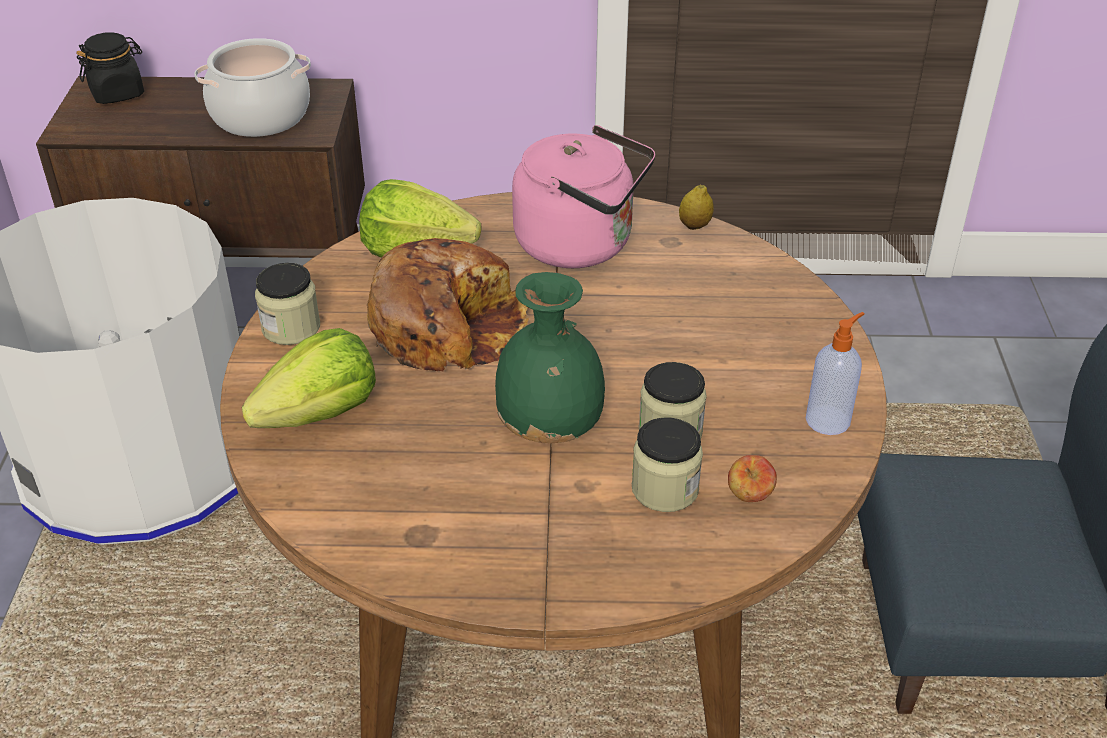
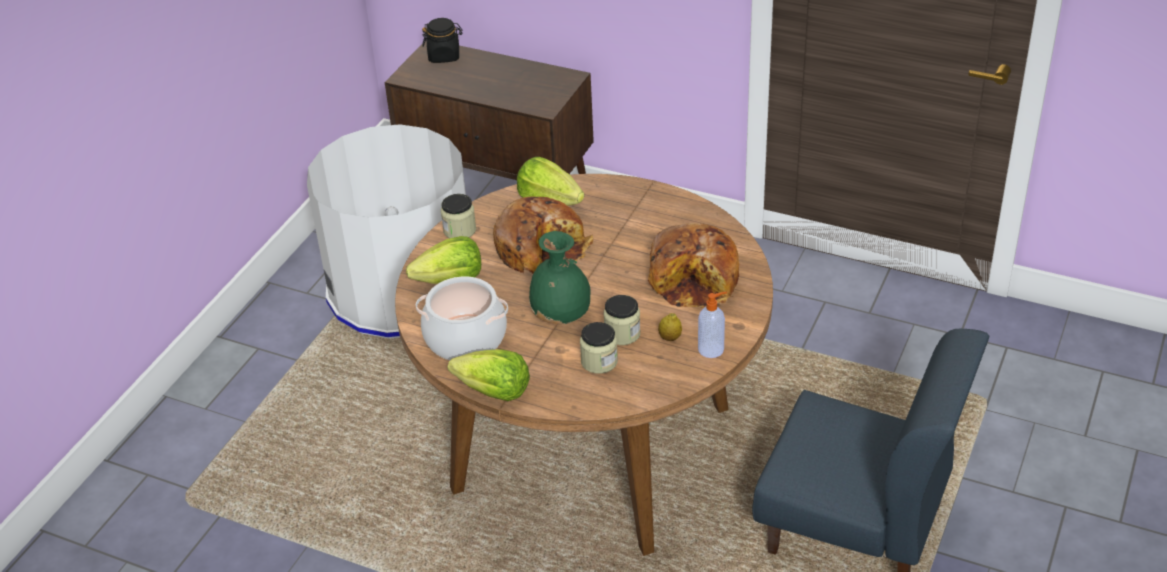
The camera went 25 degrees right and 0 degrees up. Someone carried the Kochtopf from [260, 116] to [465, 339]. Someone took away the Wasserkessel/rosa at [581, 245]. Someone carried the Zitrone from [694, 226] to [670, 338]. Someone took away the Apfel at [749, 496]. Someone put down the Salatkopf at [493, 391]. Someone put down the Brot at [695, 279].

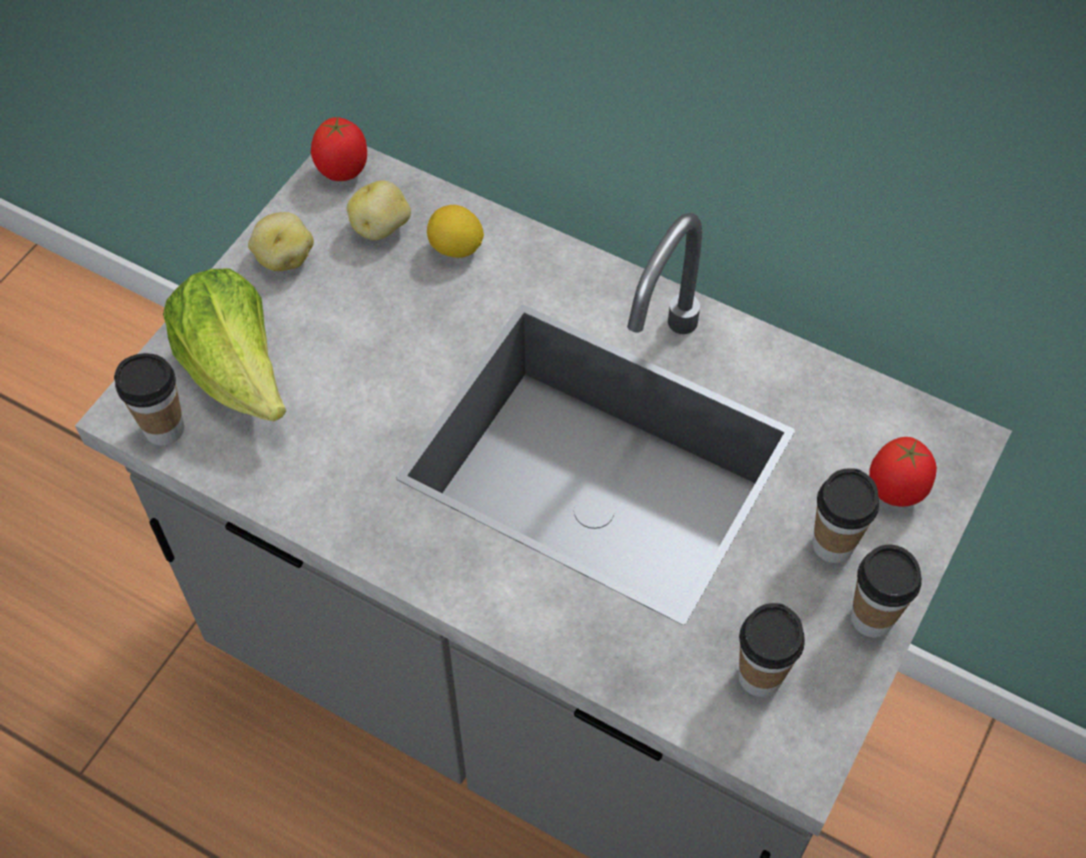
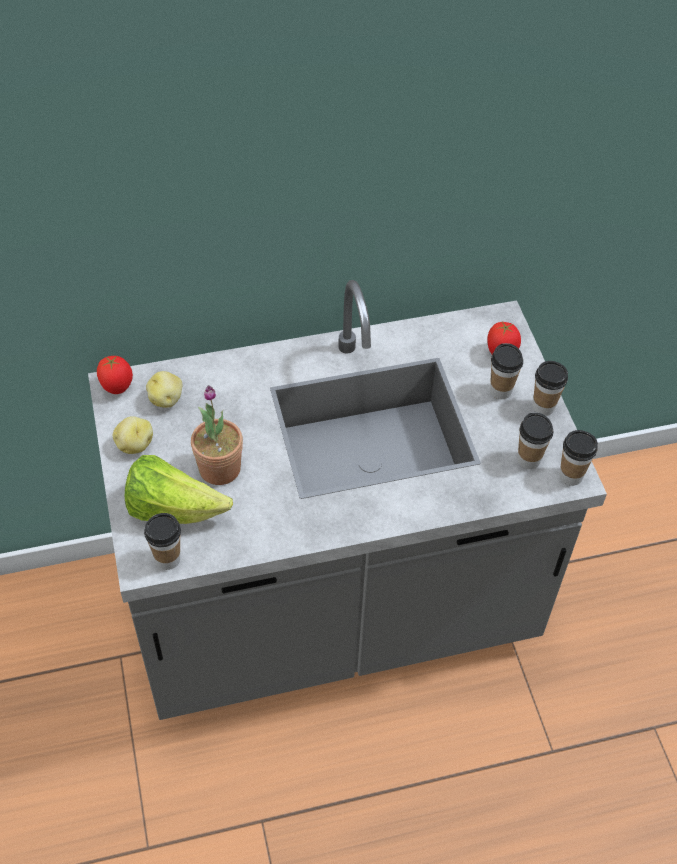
The camera went 45 degrees left and 5 degrees down. Someone took away the Zitrone at [456, 248]. Someone put down the Topfpflanze at [219, 468]. Someone put down the Tasse at [570, 476].

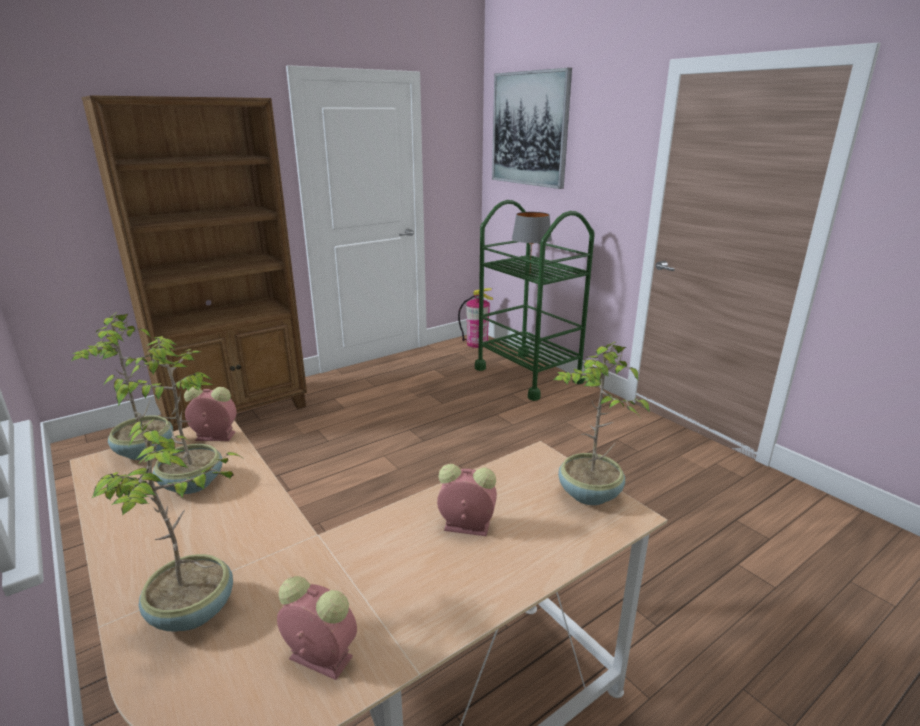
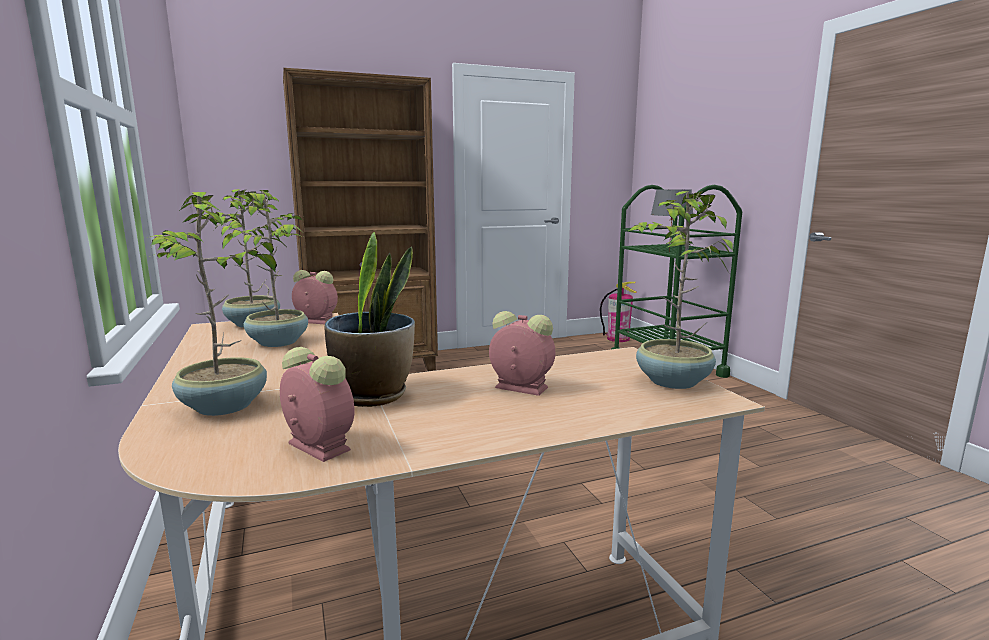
The camera went 15 degrees right and 10 degrees down. Someone took away the Bild at [529, 129]. Someone put down the Topfpflanze at [373, 395].

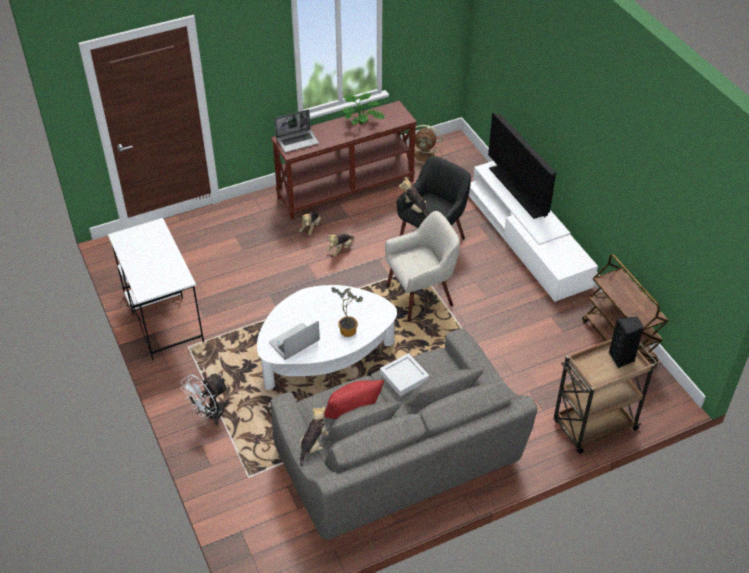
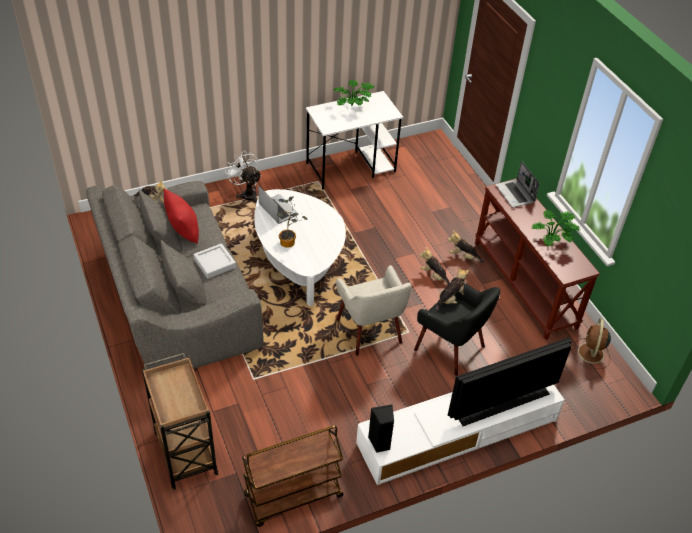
The camera went 90 degrees right and 0 degrees up. Someone carried the Lautsprecher/schwarz from [622, 358] to [380, 442]. Someone put down the Topfpflanze at [353, 107].

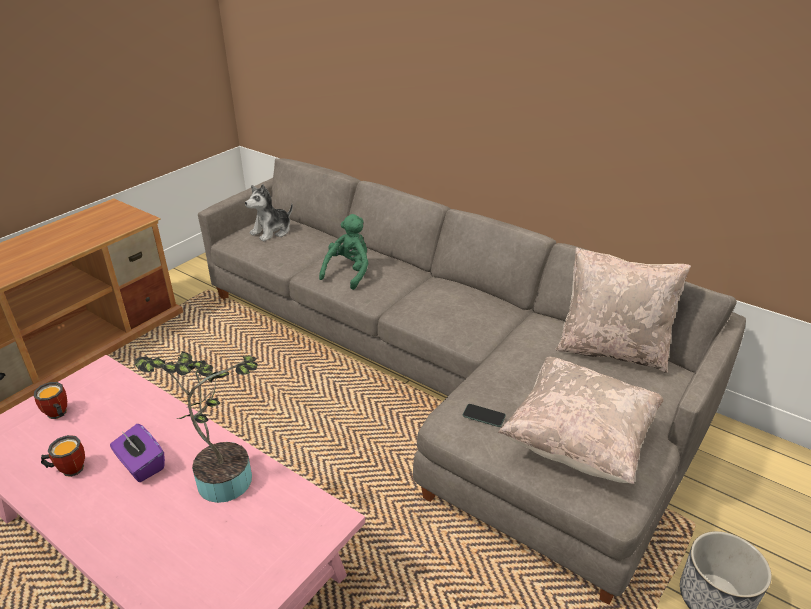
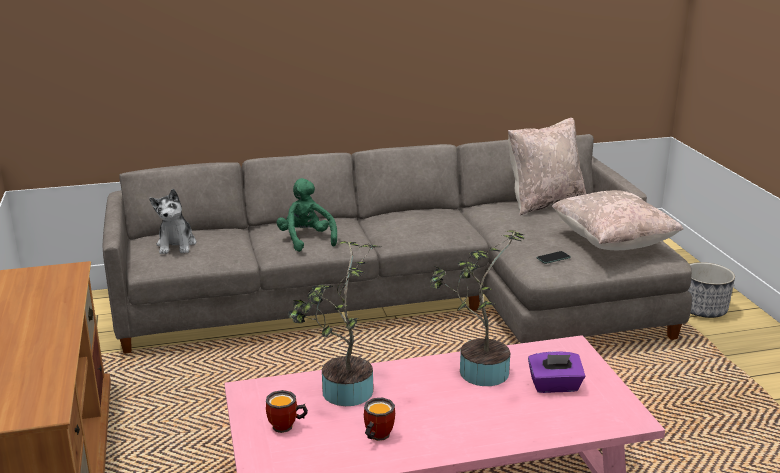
The camera went 50 degrees left and 10 degrees down. Someone carried the Taschentuchbox/lila from [141, 465] to [555, 386]. Someone put down the Topfpflanze at [342, 393].

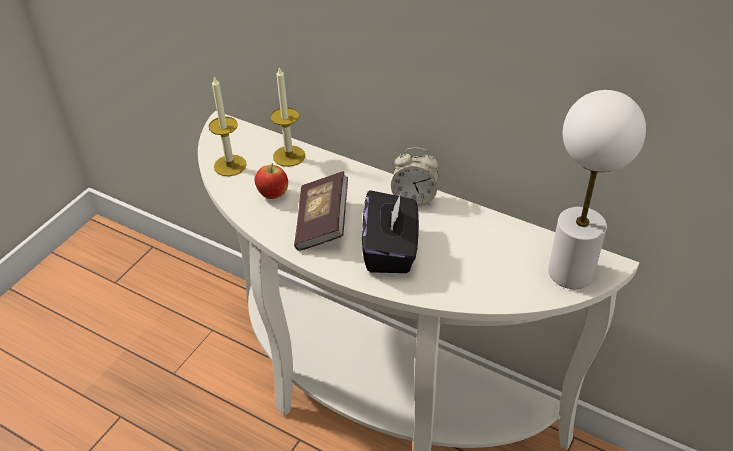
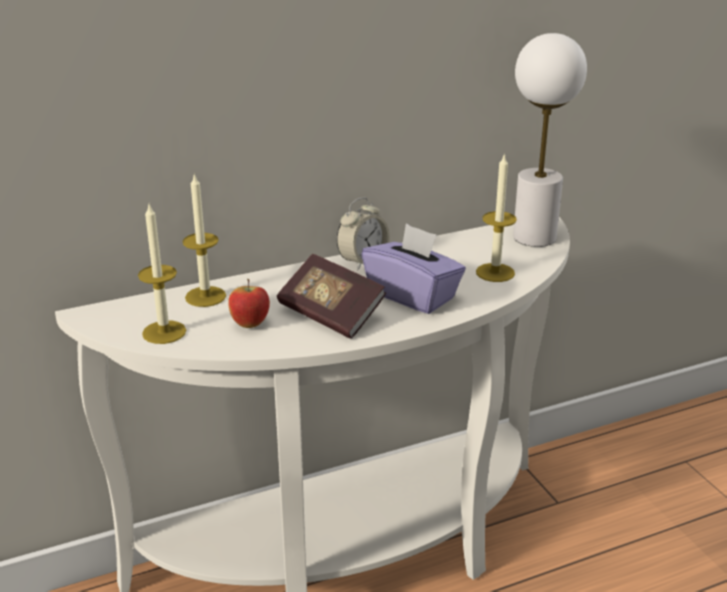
The camera went 55 degrees left and 15 degrees down. Someone repainted the Taschentuchbox/schwarz at [390, 250], which became the Taschentuchbox/lila at [413, 295]. Someone put down the Kerze at [495, 272].

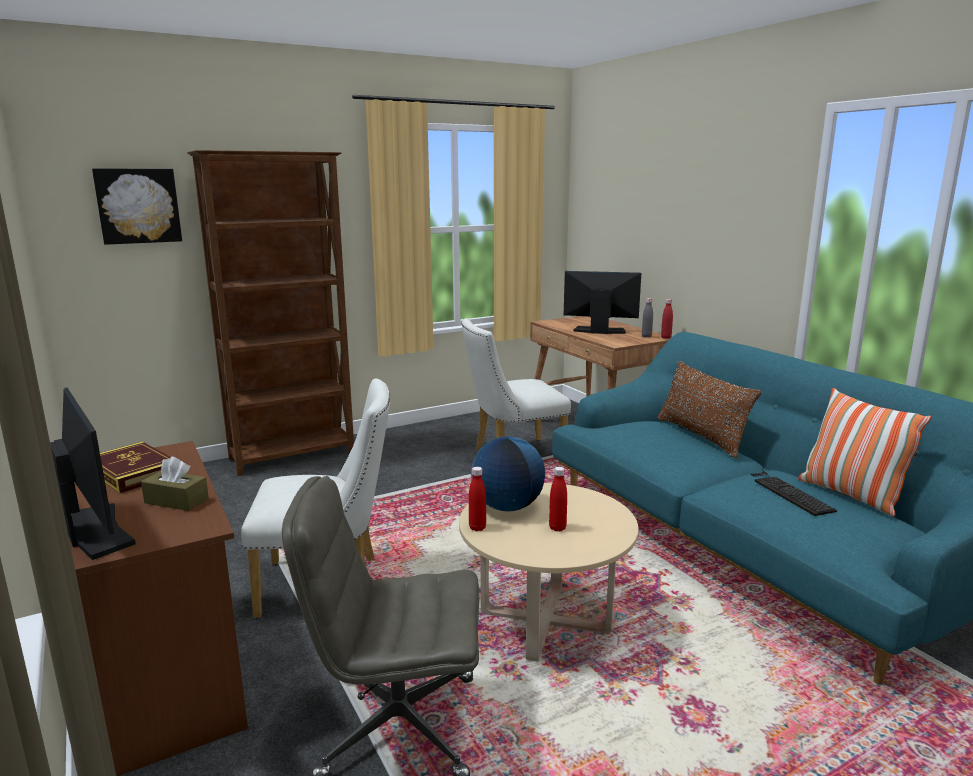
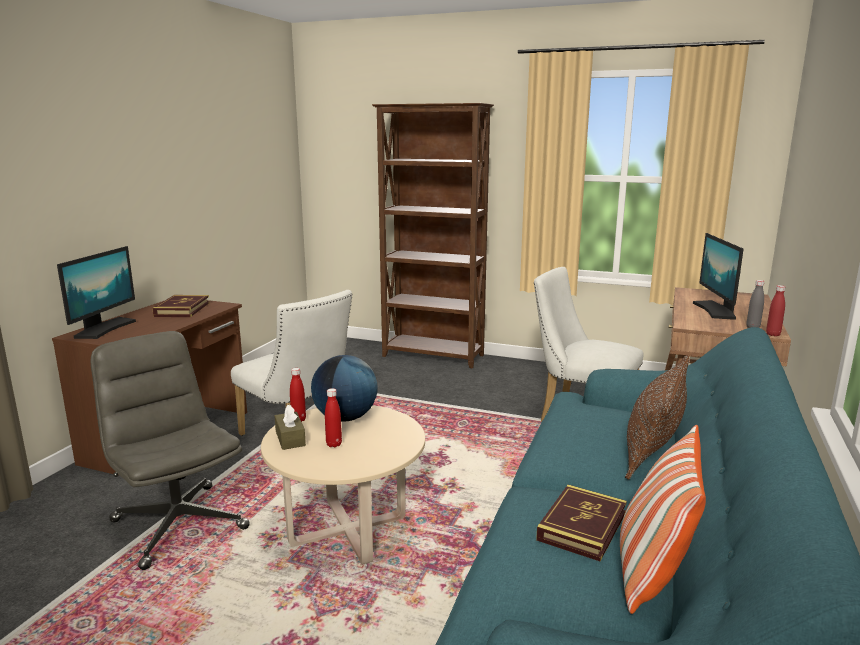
The camera went 50 degrees right and 0 degrees up. Someone took away the Bild at [138, 206]. Someone carried the Taschentuchbox/braun from [176, 501] to [290, 438]. Someone rotated the Monitor at [599, 331] by 150 degrees counterclockwise. Someone swapped the Tastatur at [787, 491] for the Buch at [582, 526].

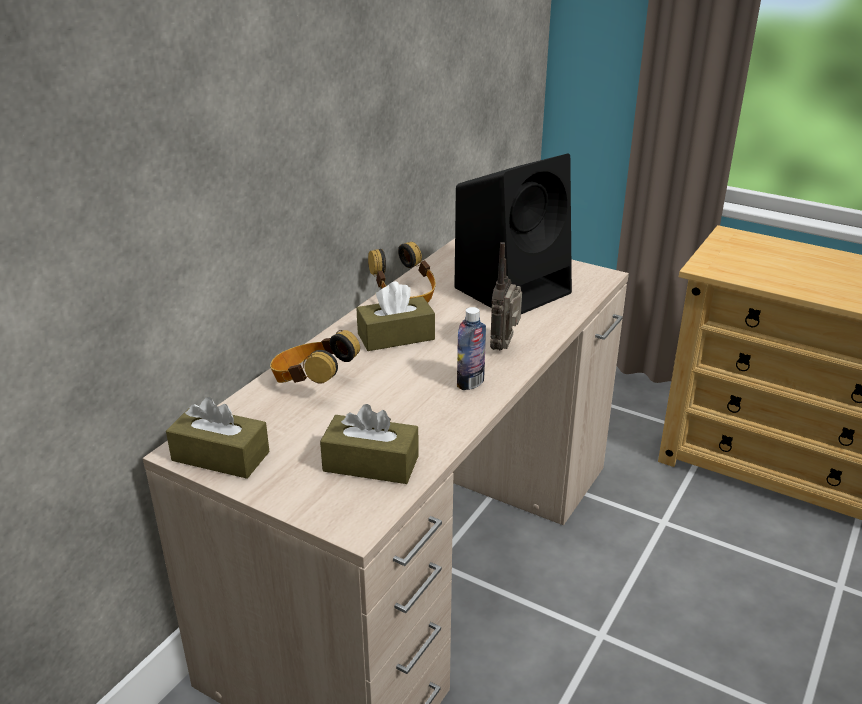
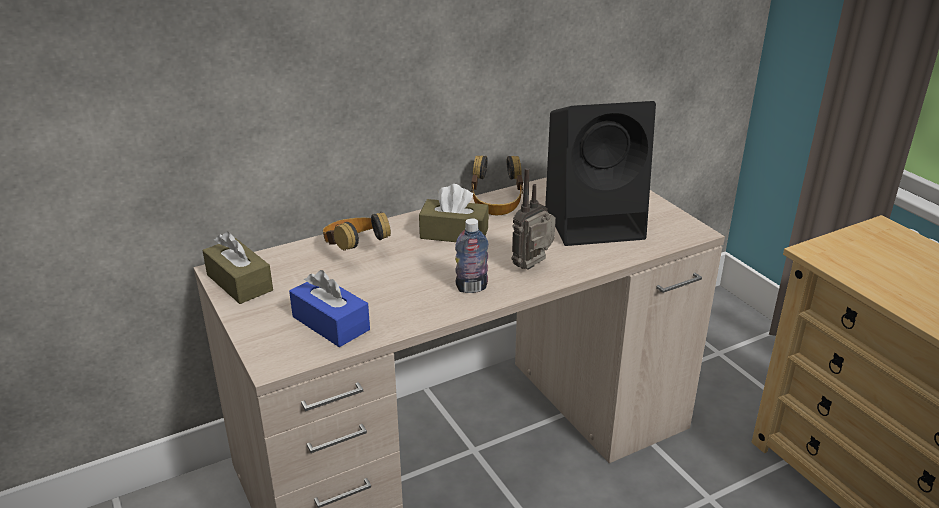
The camera went 30 degrees right and 0 degrees up. Someone repainted the Taschentuchbox/braun at [371, 464], which became the Taschentuchbox/blau at [331, 323].

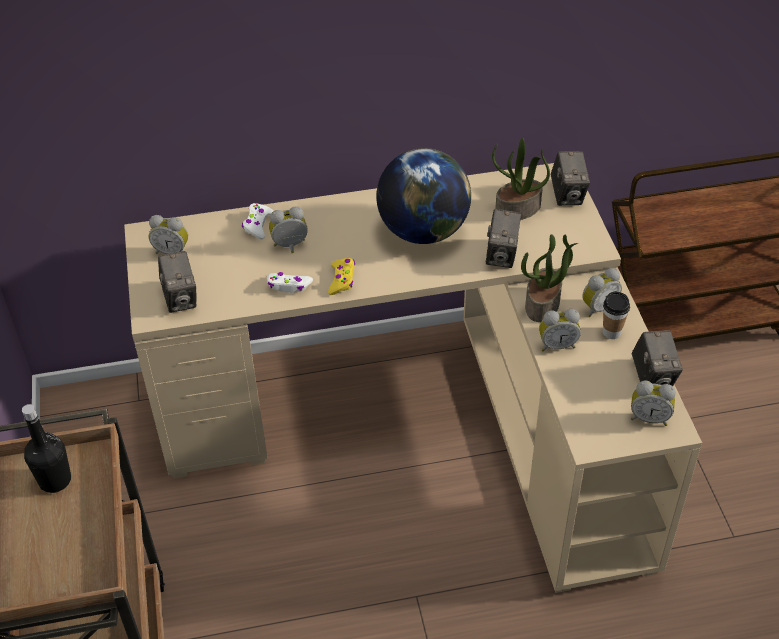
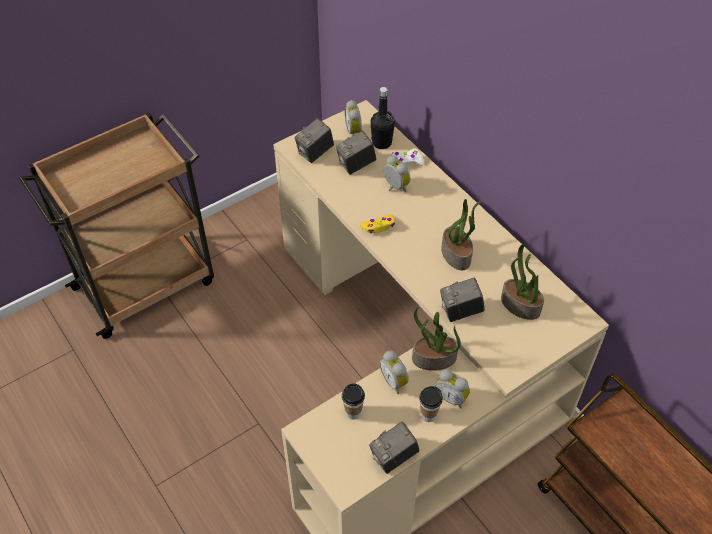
The camera went 65 degrees right and 5 degrees up. Someone carried the Flasche/schwarz from [55, 480] to [381, 143]. Someone took away the Gamepad/weiß at [289, 286]. Someone swapped the Globus at [423, 231] for the Topfpflanze at [457, 255]. Someone carried the Kamera from [567, 195] to [356, 165]. Someone took away the Wecker at [649, 417]. Someone put down the Tasse at [353, 412].

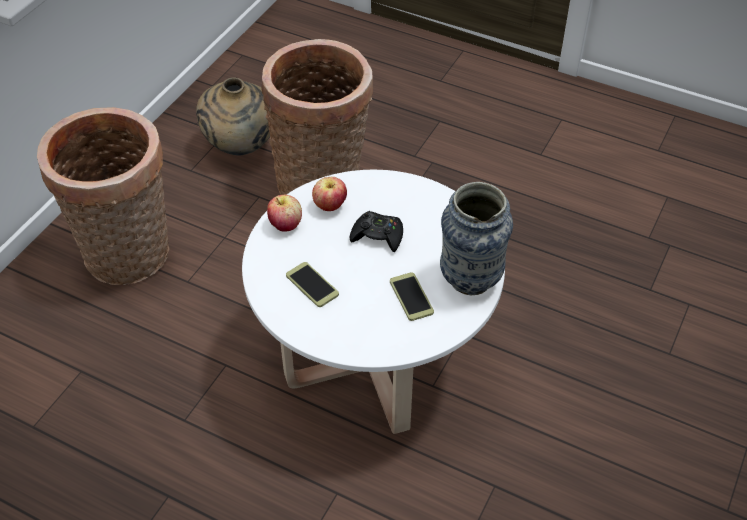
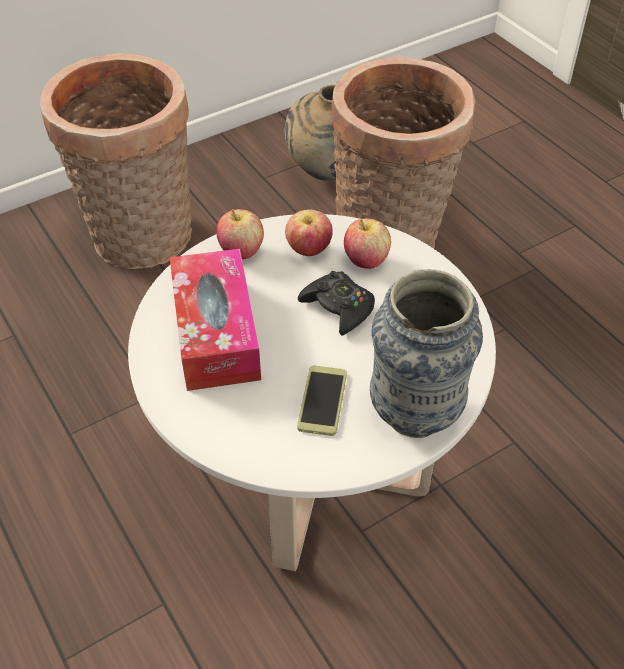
The camera went 30 degrees right and 0 degrees up. Someone swapped the Handy at [312, 285] for the Taschentuchbox at [216, 333]. Someone put down the Apfel at [366, 260].

